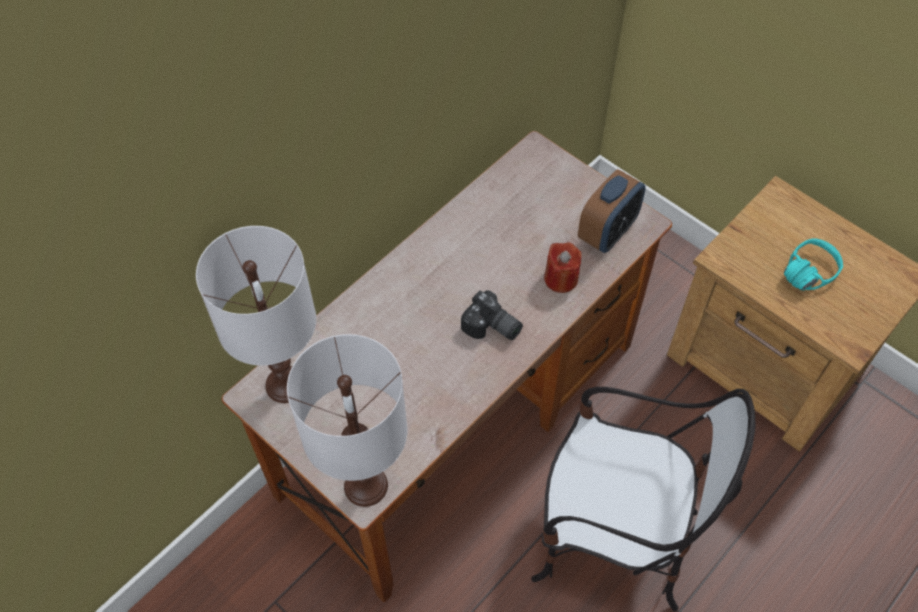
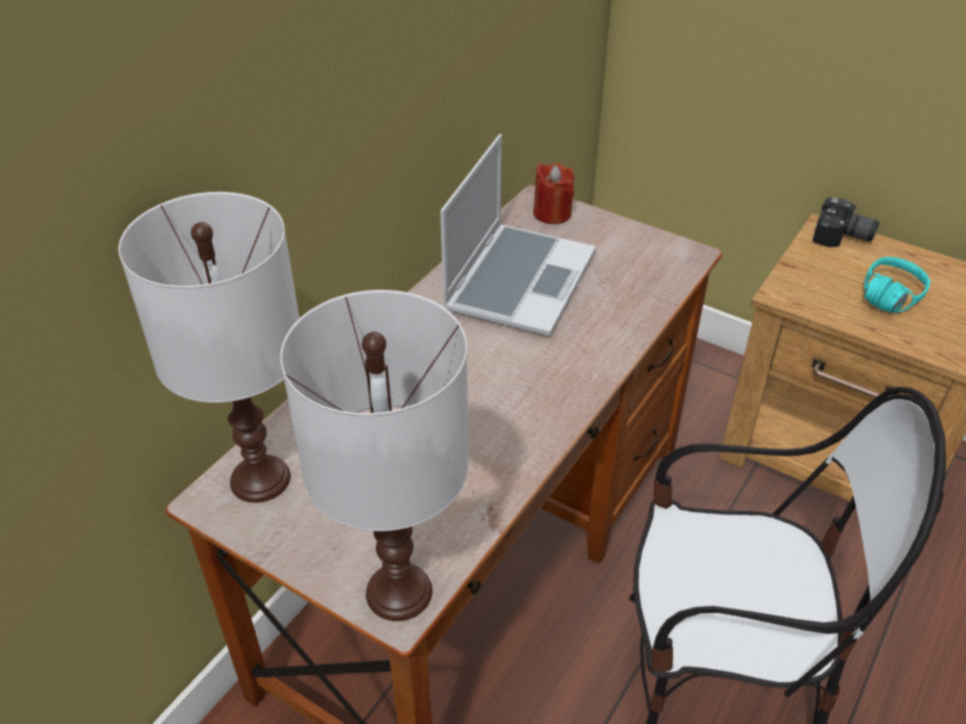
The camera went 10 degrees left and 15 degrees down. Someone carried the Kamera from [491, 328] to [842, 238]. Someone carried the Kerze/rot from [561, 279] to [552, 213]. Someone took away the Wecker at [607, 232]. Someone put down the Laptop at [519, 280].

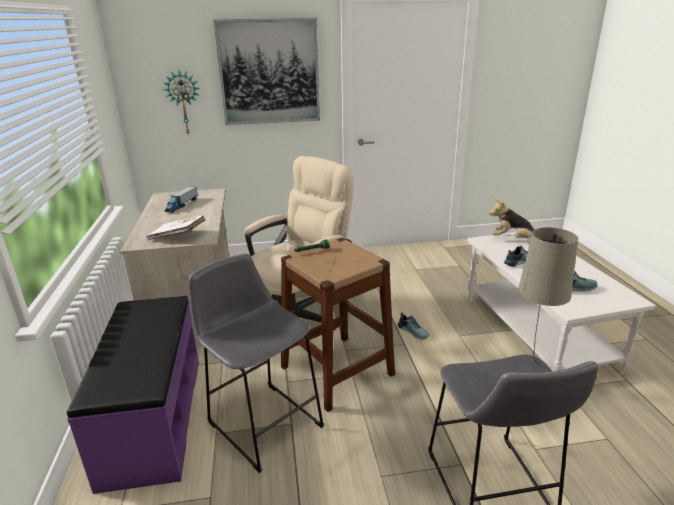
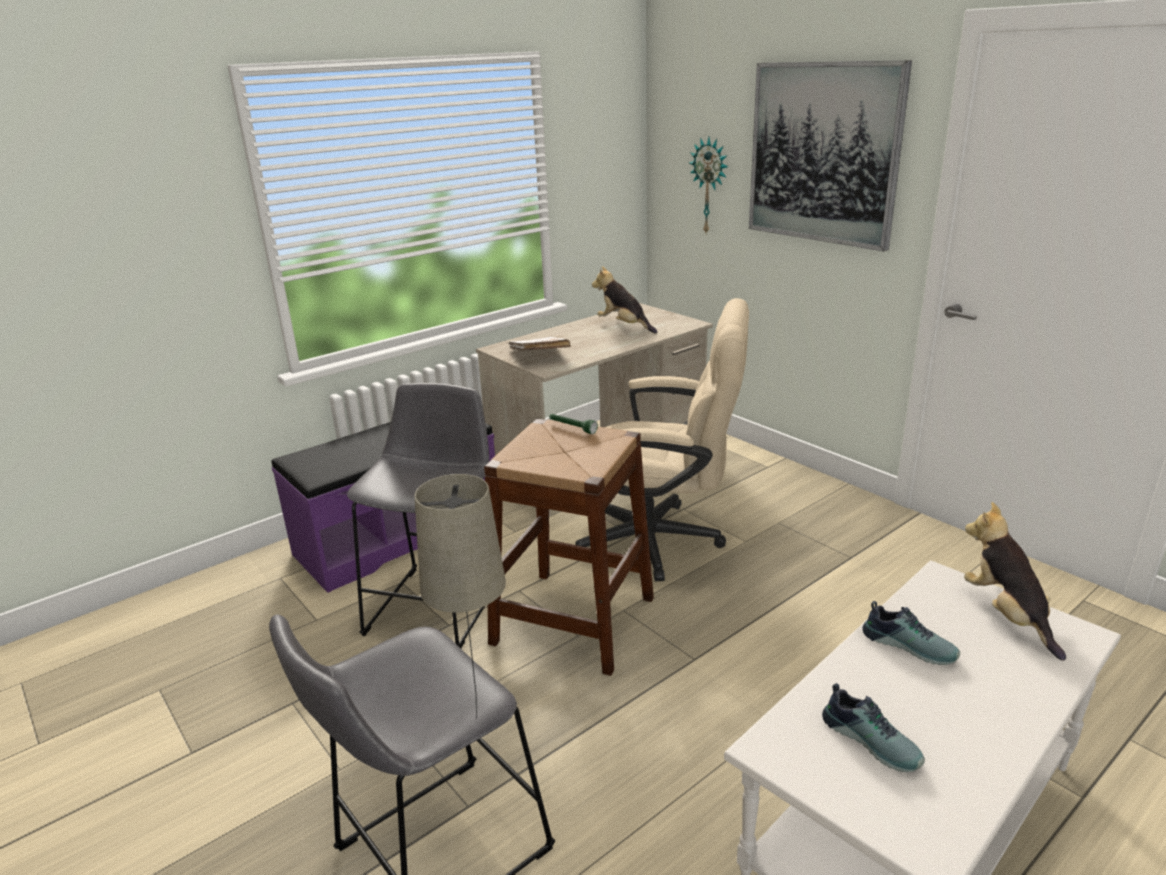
The camera went 60 degrees right and 0 degrees up. Someone swapped the Spielzeuglaster at [182, 205] for the Plüschtier at [624, 326]. Someone took away the Schuh at [413, 331].

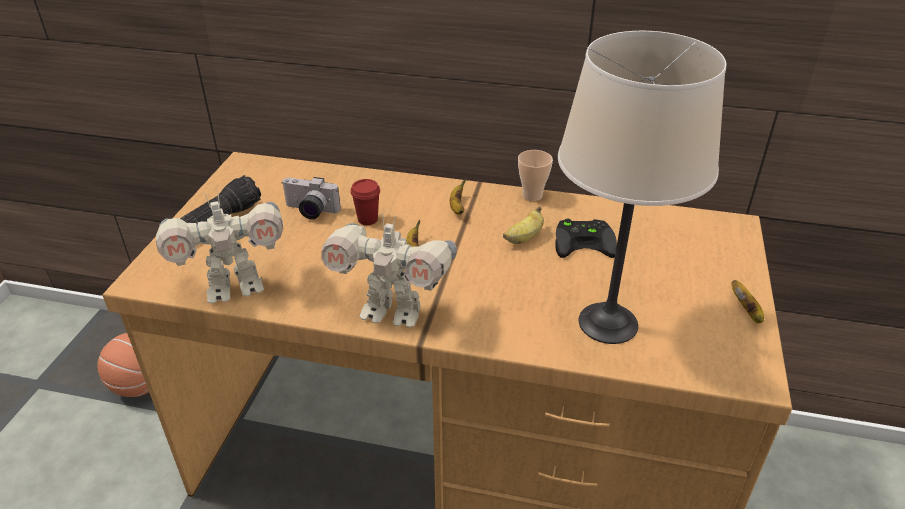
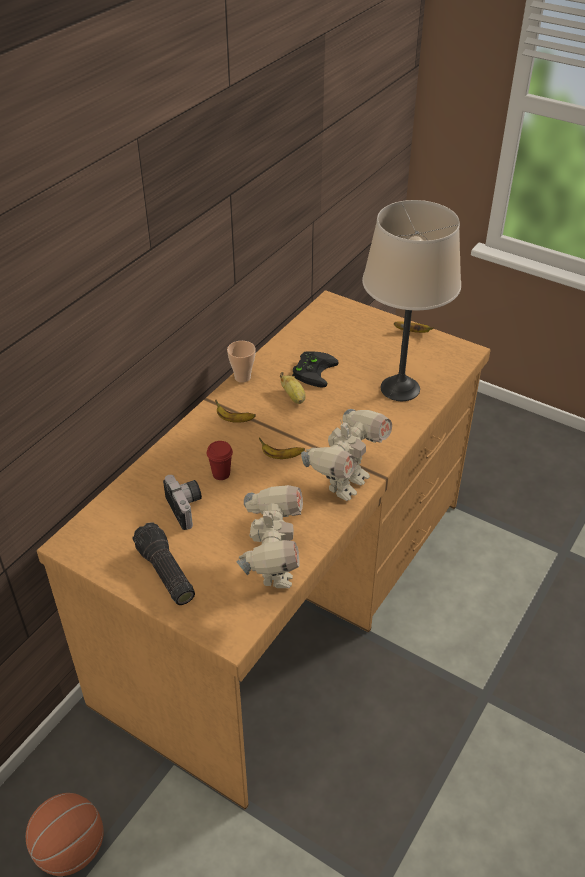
The camera went 70 degrees left and 5 degrees up. Someone rotated the Kamera at [310, 211] by 60 degrees counterclockwise.

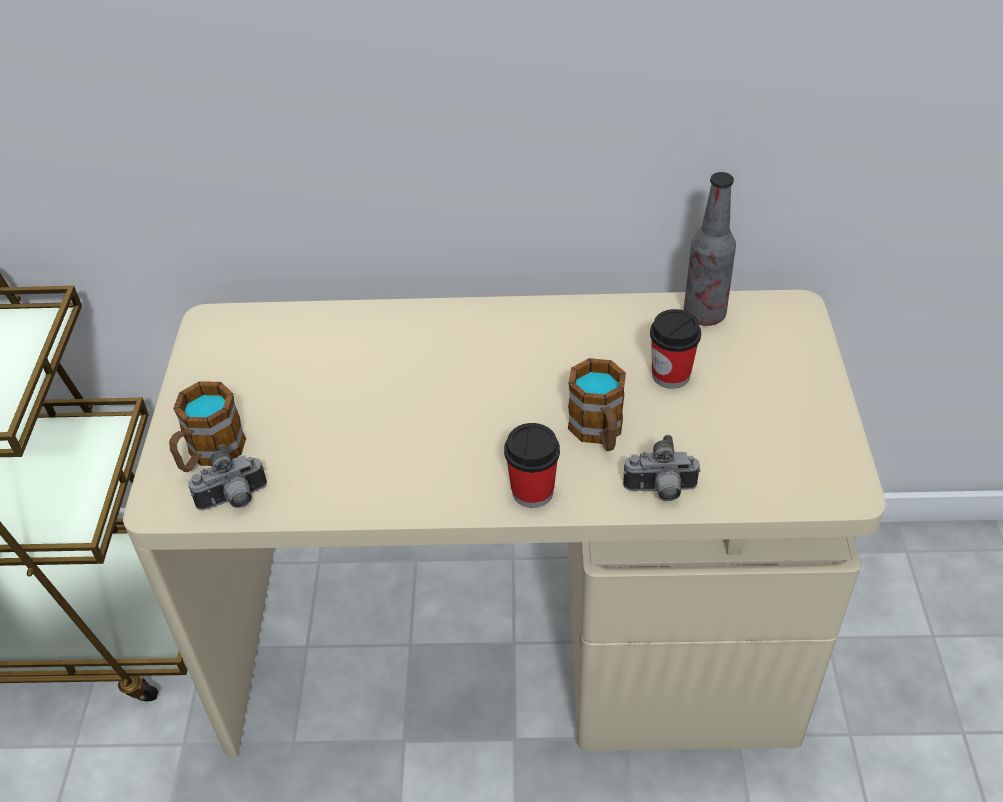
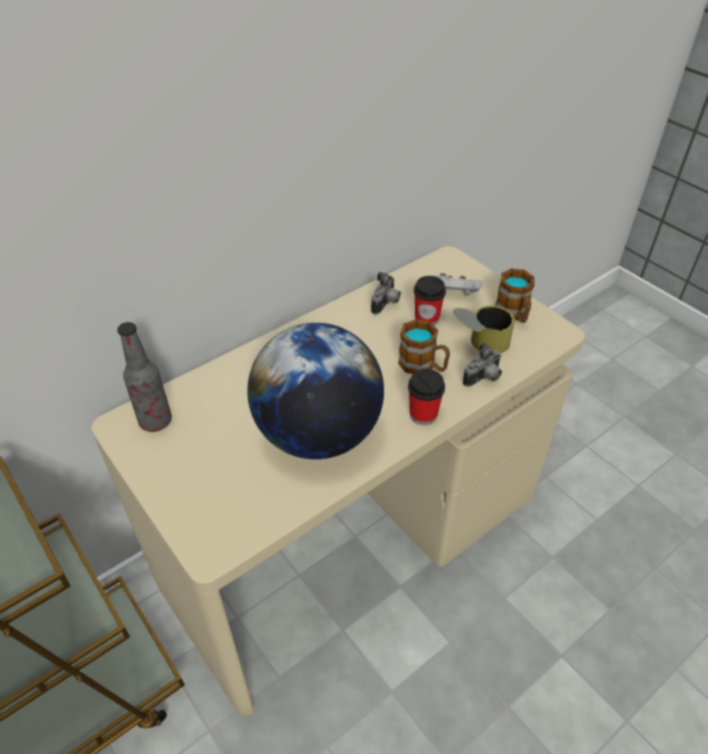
The camera went 40 degrees left and 0 degrees up. Someone carried the Henkelbecher from [209, 454] to [514, 314]. Someone carried the Kamera from [234, 500] to [386, 304]. Someone carried the Flasche from [704, 315] to [155, 421]. Someone put down the Globus at [318, 434]. Someone put down the Gamepad/weiß at [455, 294]. Someone put down the Dose at [479, 344].

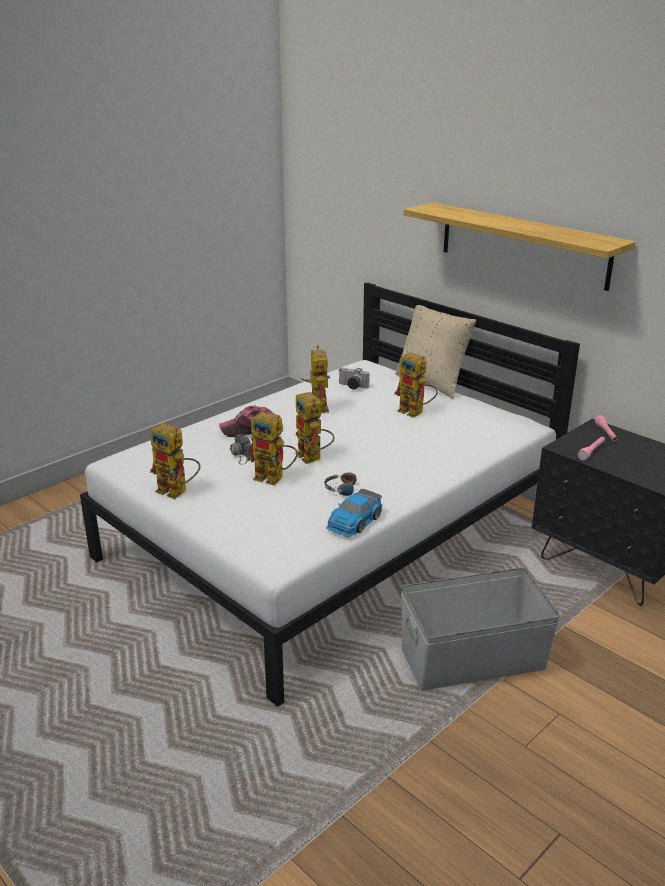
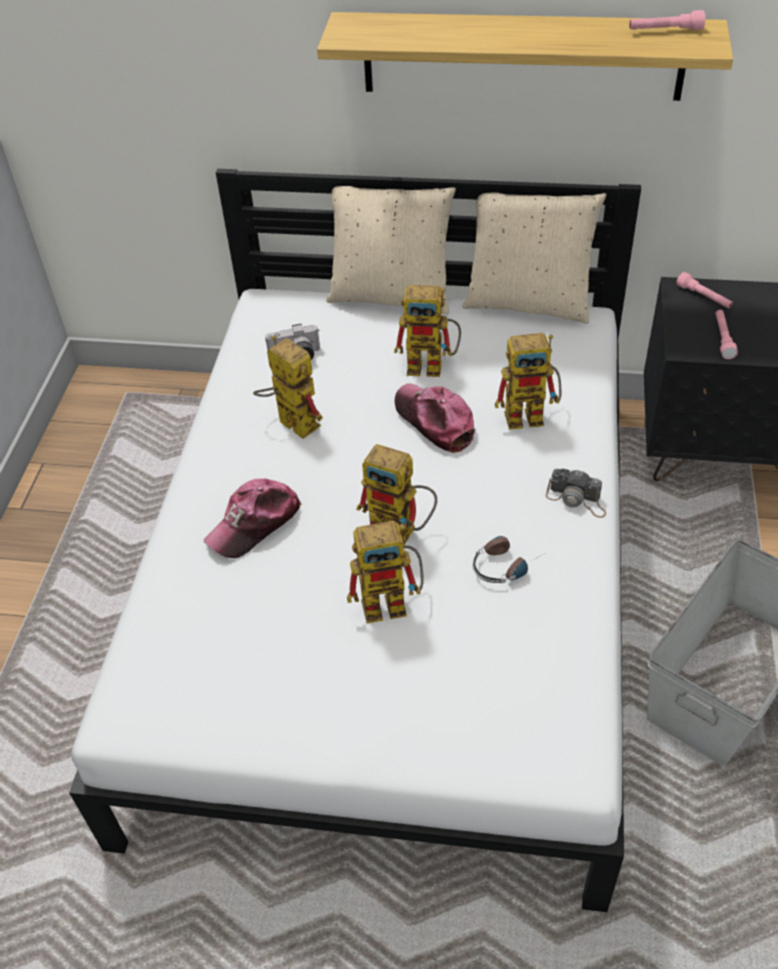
The camera went 35 degrees left and 20 degrees up. Someone carried the Spielzeugroboter from [178, 492] to [532, 415]. Someone carried the Kamera from [241, 454] to [577, 500]. Someone took away the Spielzeugauto at [354, 521]. Someone put down the Kappe at [434, 421]. Someone put down the Kissen/beige at [528, 303]. Someone put down the Taschenlampe/rosa at [665, 31].

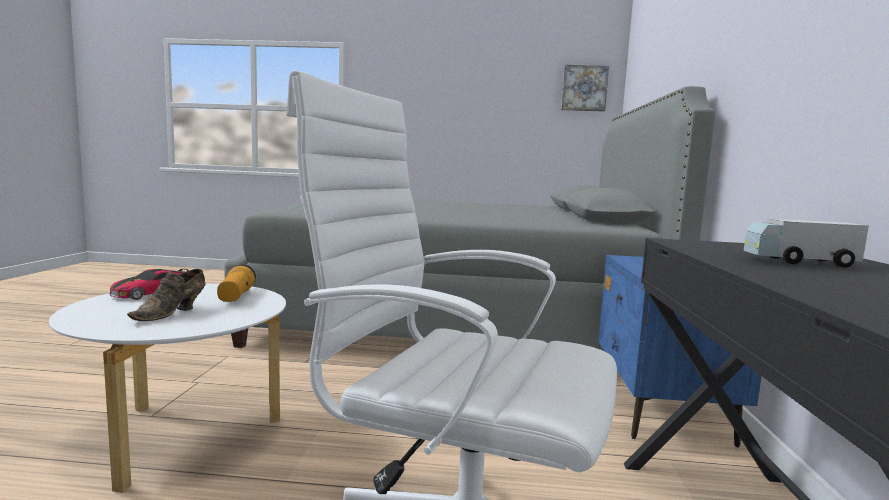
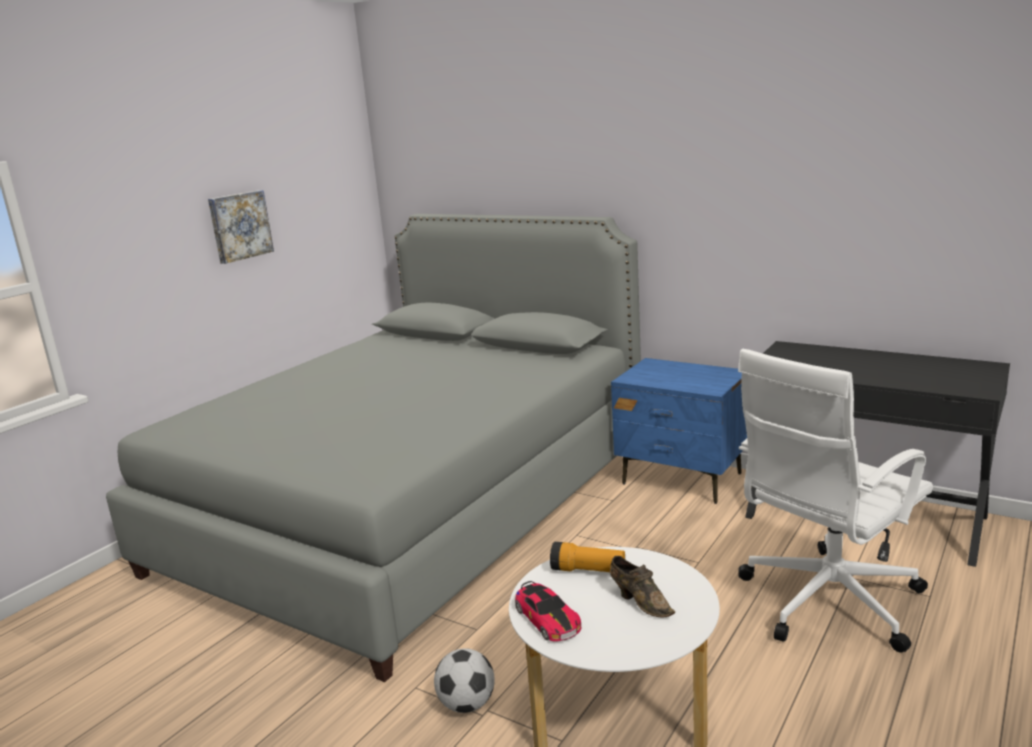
The camera went 60 degrees left and 10 degrees up. Someone carried the Bild from [584, 88] to [239, 226]. Someone took away the Spielzeuglaster at [798, 262]. Someone put down the Fußball at [467, 704].

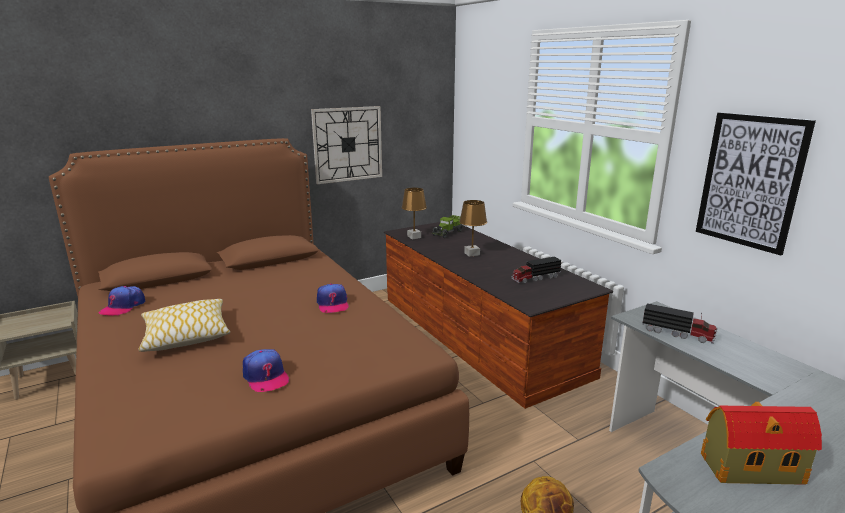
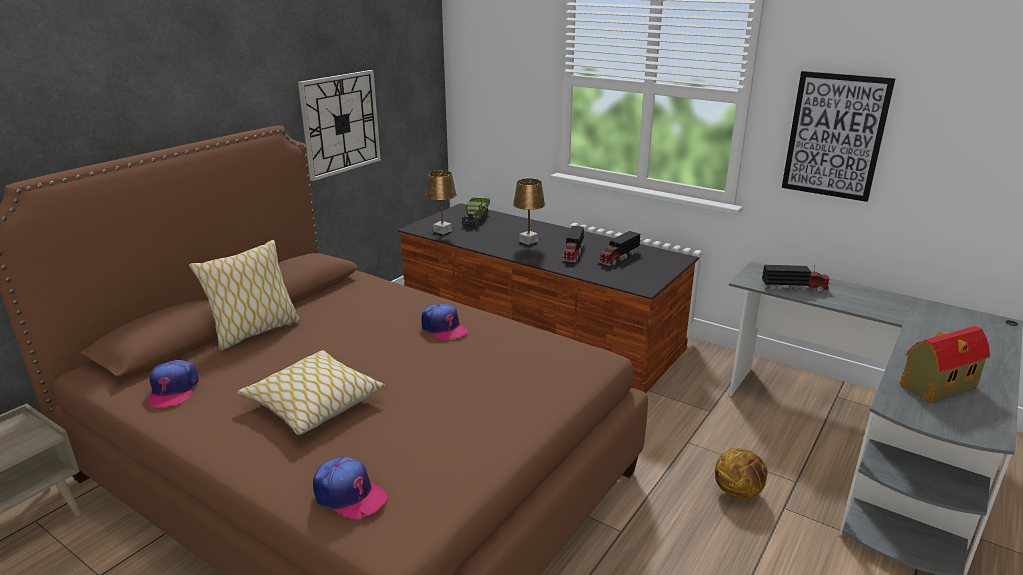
The camera went 25 degrees left and 5 degrees up. Someone carried the Kappe from [265, 376] to [349, 495]. Someone put down the Kissen at [254, 332]. Someone put down the Spielzeuglaster at [573, 253].

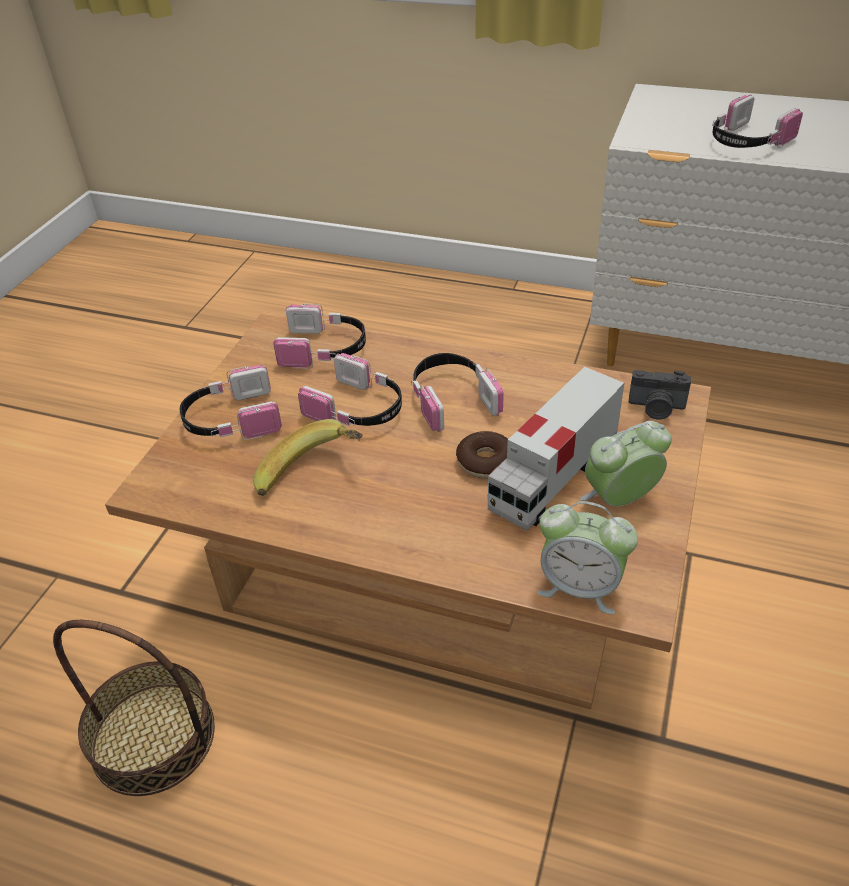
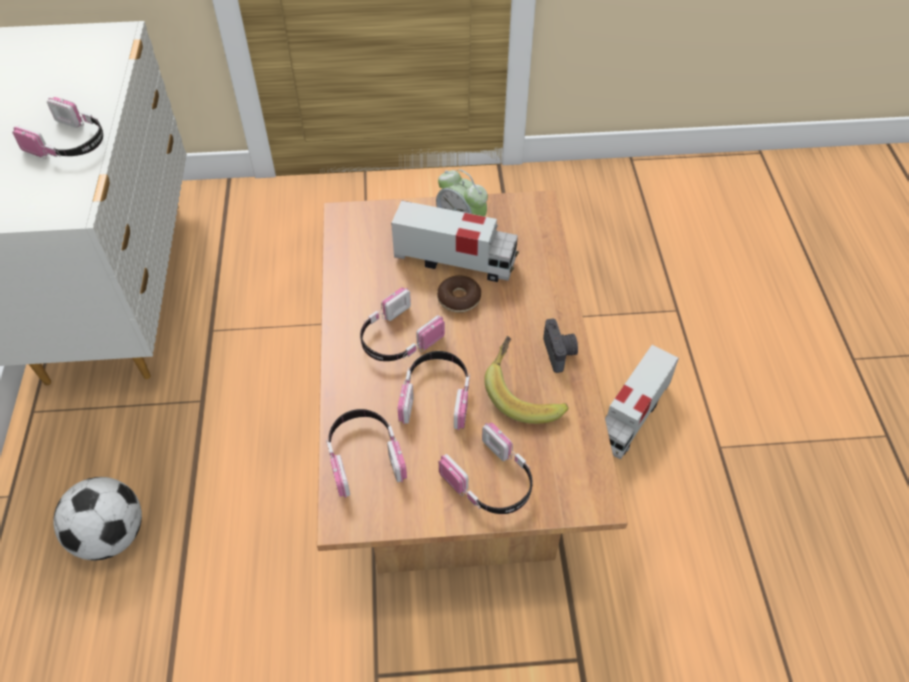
The camera went 115 degrees left and 10 degrees up. Someone took away the Korb at [153, 737]. Someone took away the Wecker at [580, 587]. Someone carried the Kamera from [656, 408] to [560, 353]. Someone put down the Fußball at [111, 535]. Someone put down the Spielzeuglaster at [631, 416].

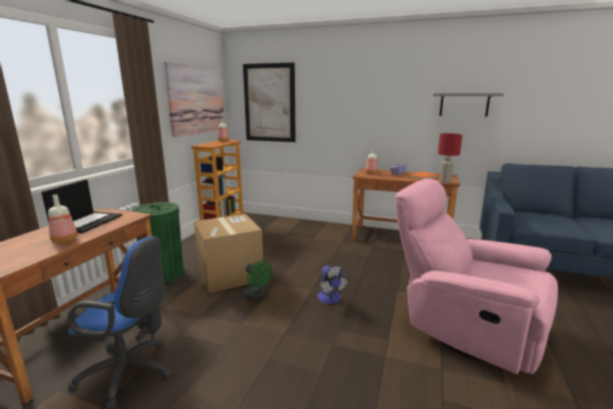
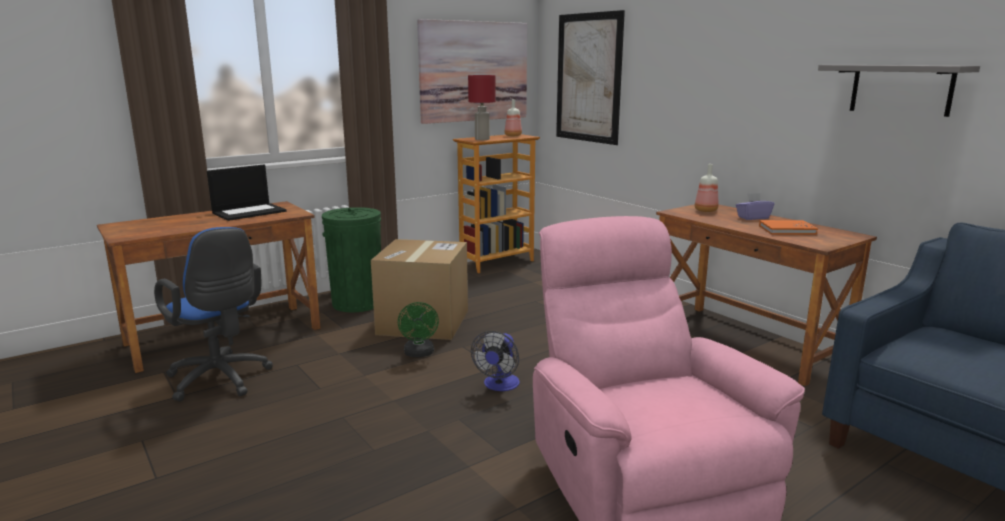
The camera went 35 degrees right and 0 degrees up. Someone took away the Flasche at [65, 240]. Someone carried the Tischlampe/rot from [445, 181] to [482, 139].

